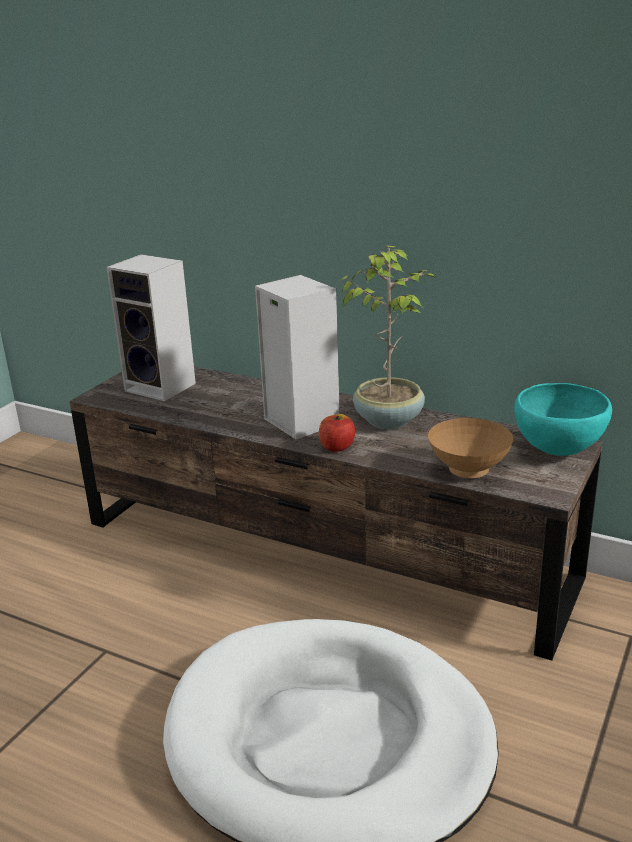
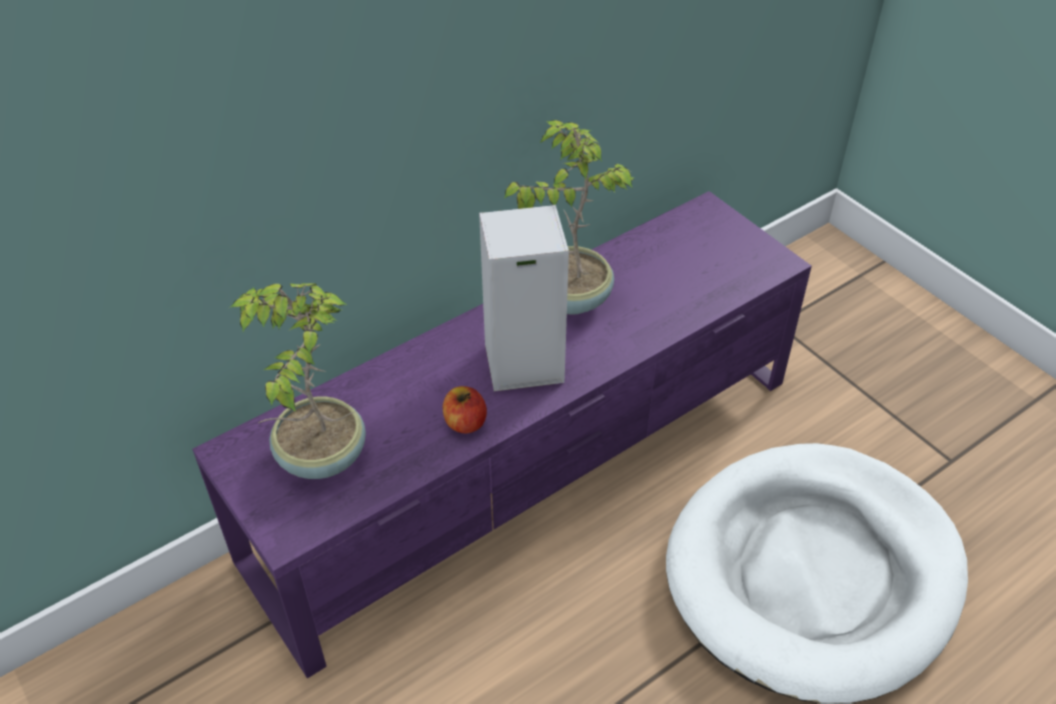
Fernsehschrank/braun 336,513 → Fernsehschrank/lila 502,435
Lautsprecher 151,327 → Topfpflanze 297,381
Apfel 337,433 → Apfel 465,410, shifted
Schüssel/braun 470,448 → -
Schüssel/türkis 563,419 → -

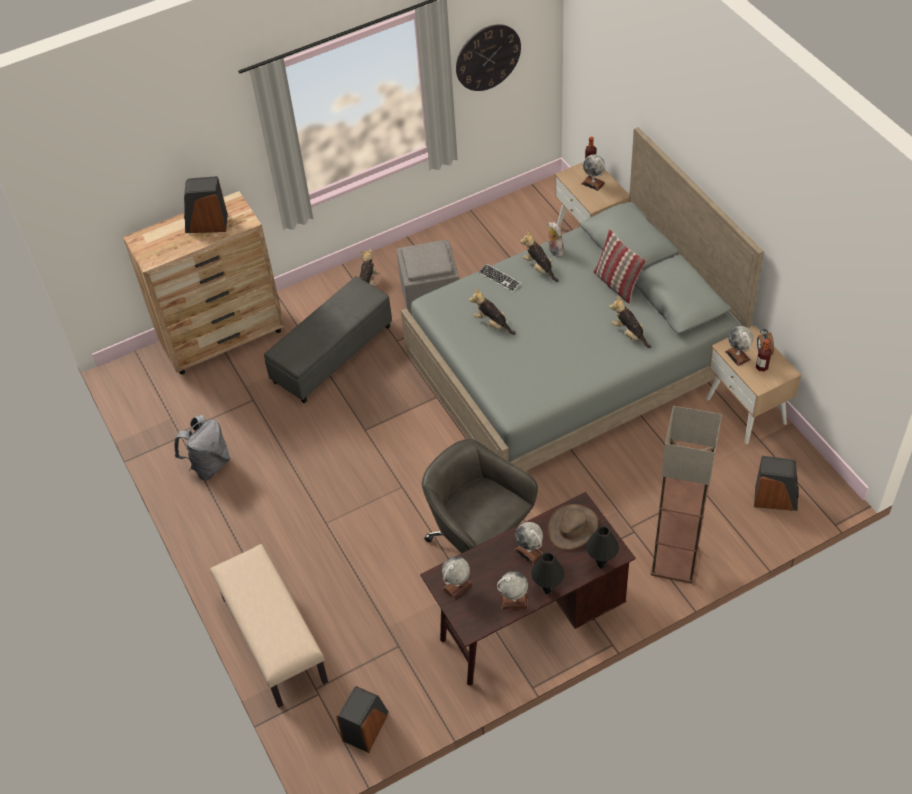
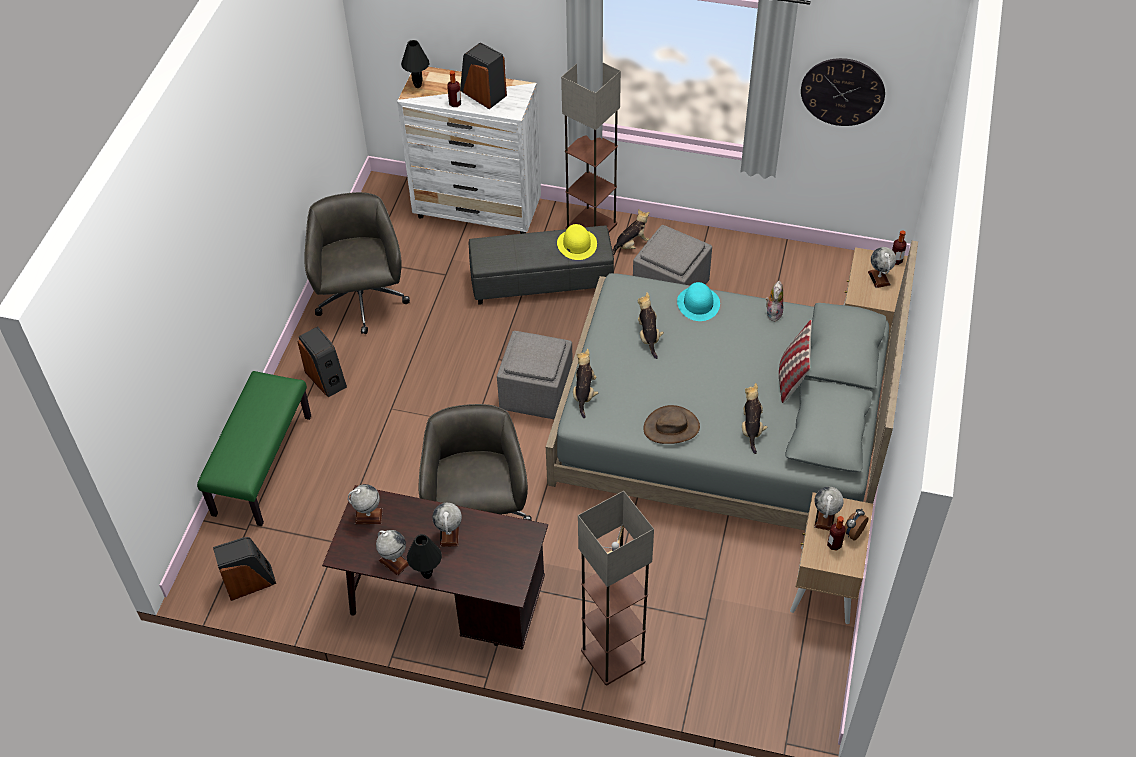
Bank/beige 269,626 → Bank/grün 254,448
Lautsprecher 776,483 → Lautsprecher 322,361, shifted
Rucksack/grau 202,447 → Bürostuhl/grau 357,263
Kommode/braun 204,282 → Kommode/weiß 469,150
Tischlampe/schwarz 602,547 → Tischlampe/schwarz 415,64, shifted
- → Flasche 454,89
- → Polsterhocker/grau 535,375
- → Hut/gelb 577,242
- → Stehlampe 591,147
Plüschtier 539,256 → Plüschtier 585,383, shifted
Hut/braun 573,527 → Hut/braun 671,424, shifted
Tastatur 499,278 → Hut/türkis 698,301

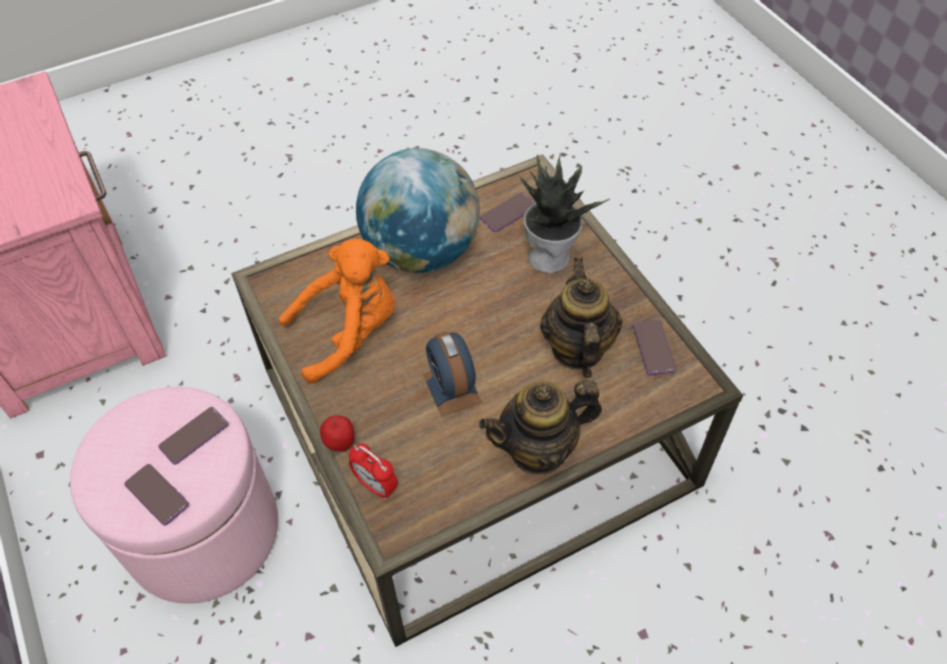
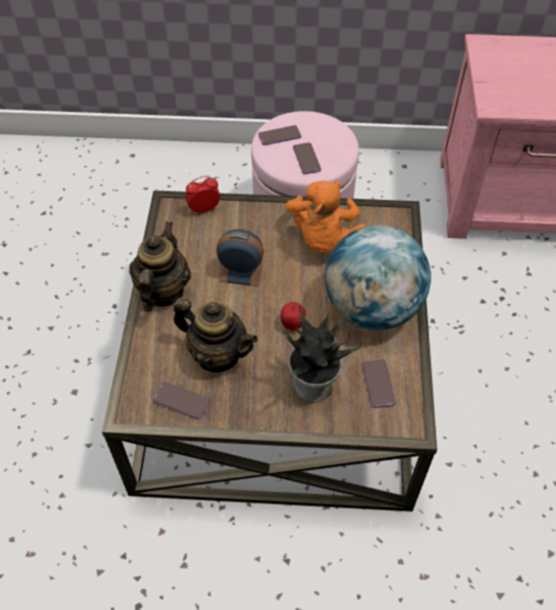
Apfel 337,433 → Apfel 293,316, shifted

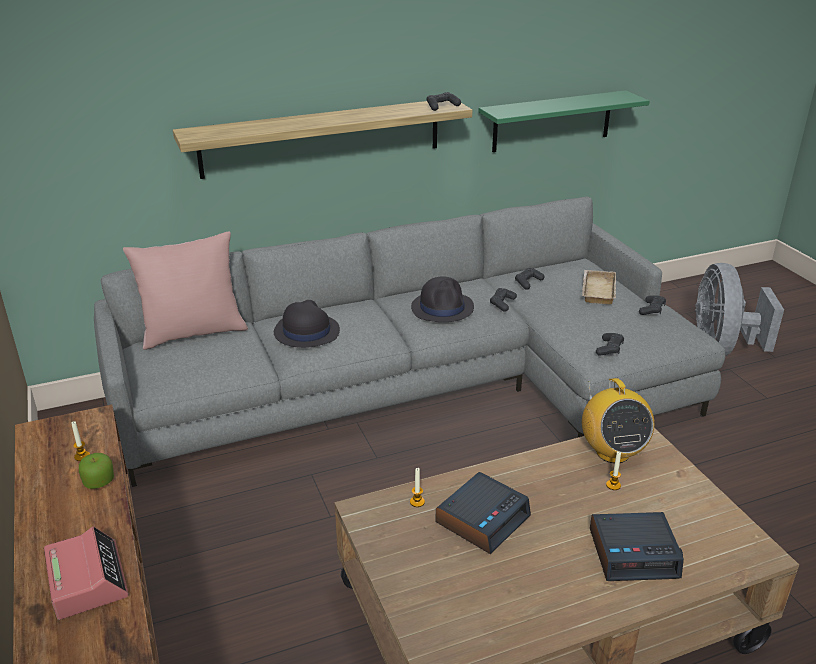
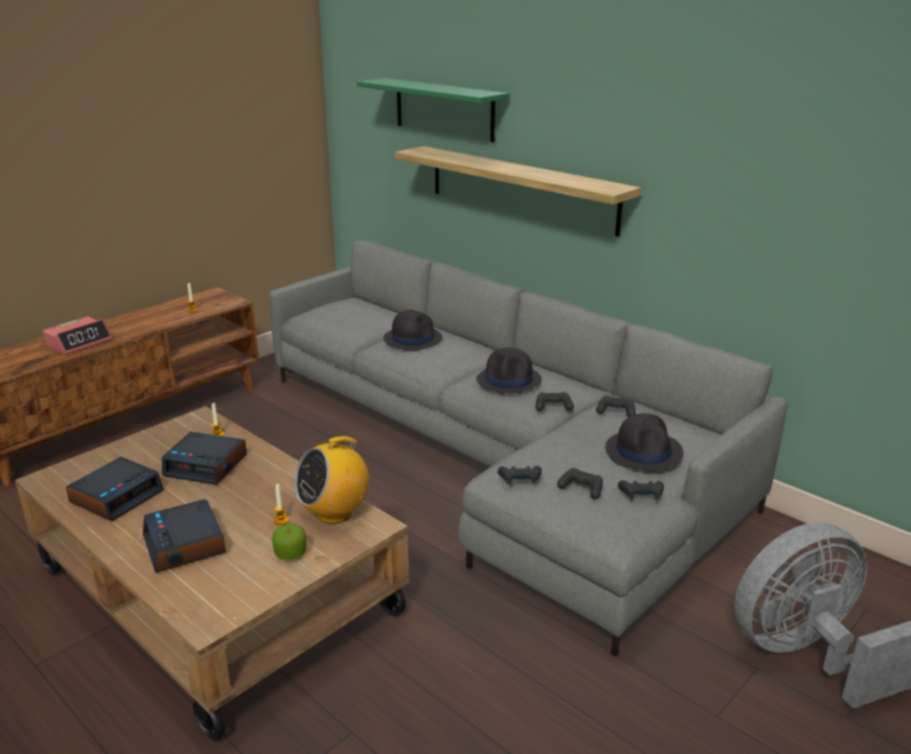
- → Wecker 115,489
Apfel 96,471 → Apfel 289,541, shifted
Wandregal/grün 563,121 → Wandregal/grün 433,110, shifted
Gamepad/schwarz 444,101 → Gamepad/schwarz 580,483, shifted
Tablett/beige 599,287 → Hut/schwarz 644,441
Kissen/rosa 185,291 → -

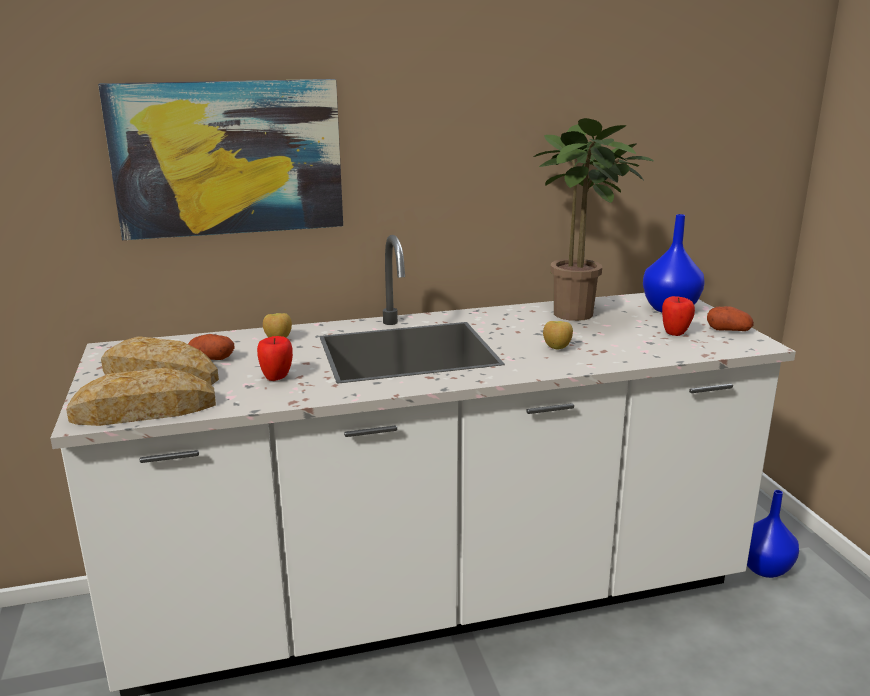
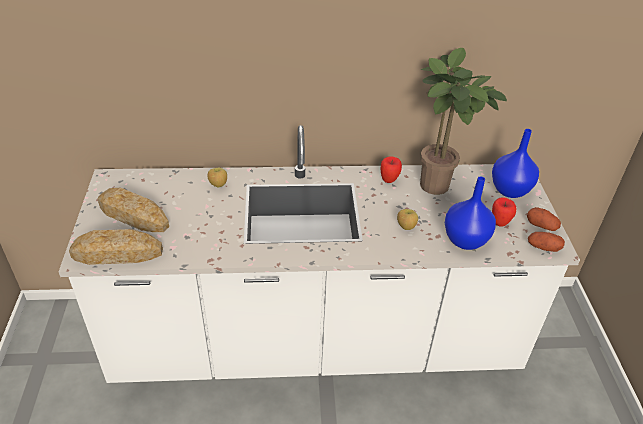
Apfel 275,358 → Apfel 391,169, shifted
Vase/blau 773,534 → Vase/blau 470,213, shifted
Kartoffel 211,347 → Kartoffel 546,242, shifted
Bild 220,159 → -

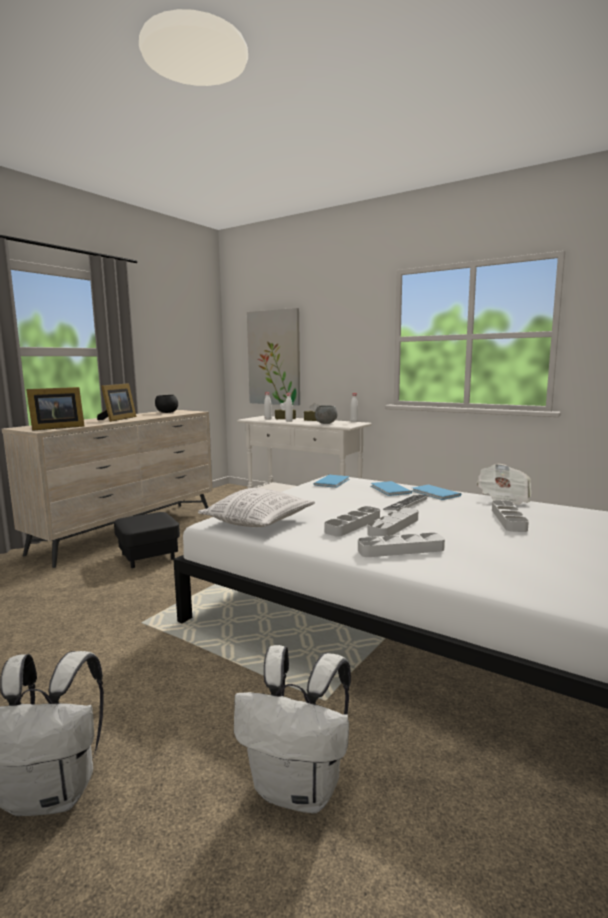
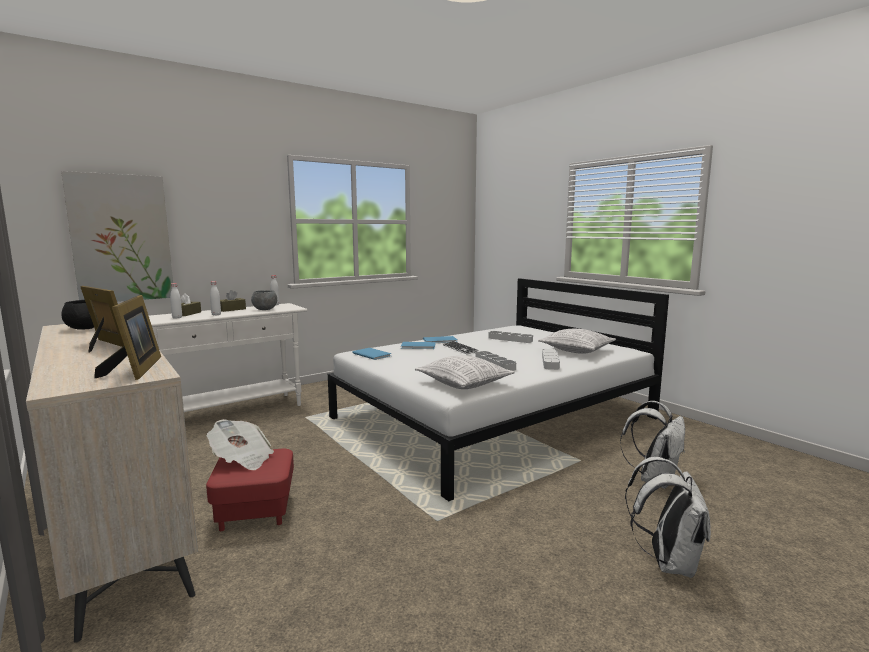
Polsterhocker/schwarz 147,540 → Polsterhocker/rot 250,490
Zeitung 504,484 → Zeitung 240,444, shifted
- → Kissen 577,341
Tablett/grau 393,522 → -

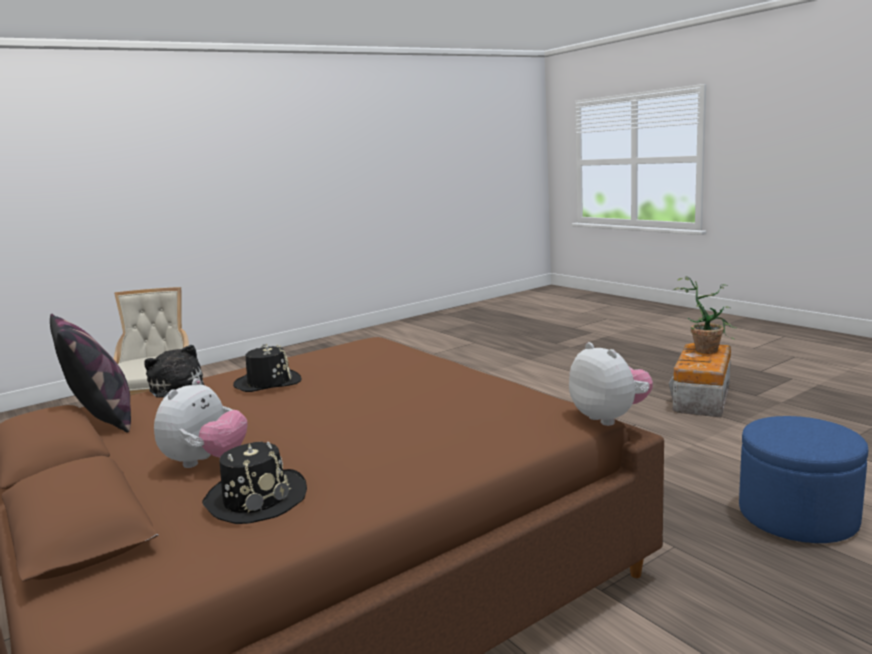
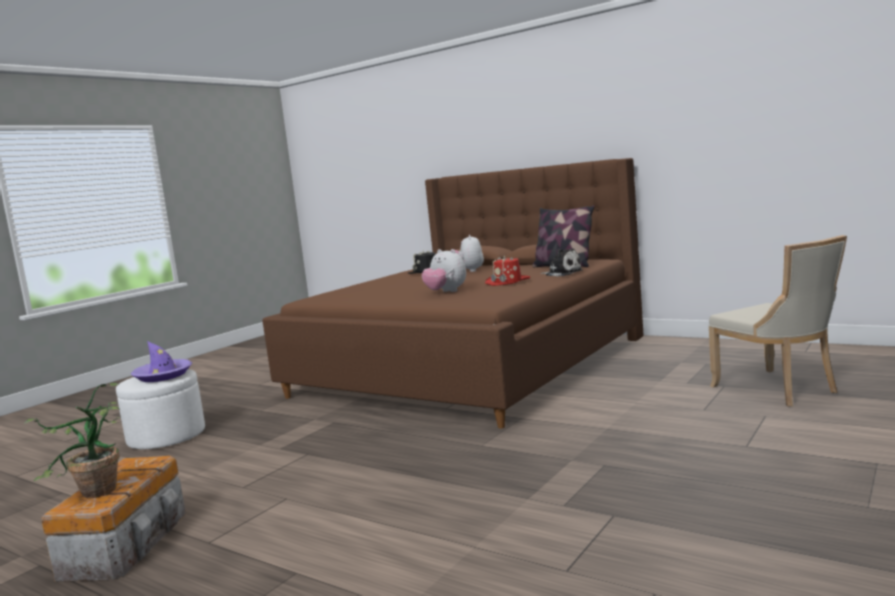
Polsterhocker/blau 803,479 → Polsterhocker/weiß 160,409
- → Hut/lila 161,361
Plüschtier 611,384 → Plüschtier 444,270, shifted
Hut/schwarz 267,367 → Hut/rot 507,271

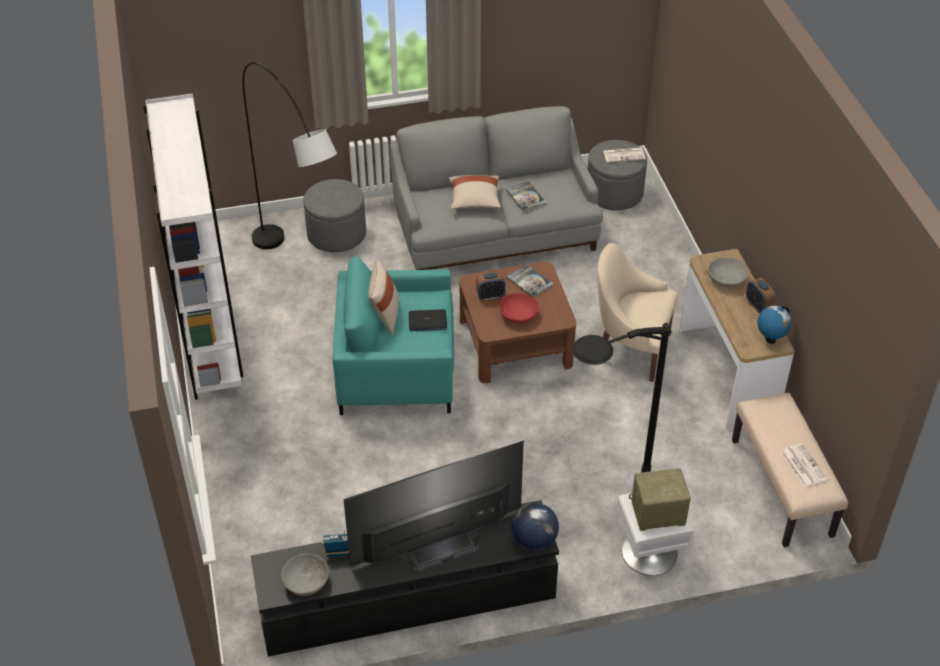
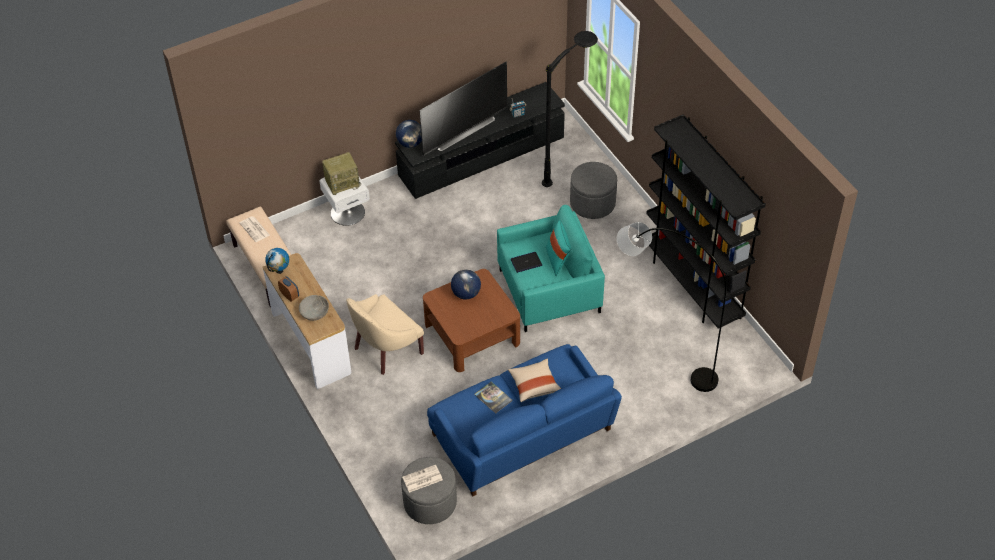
Sessel/beige 637,312 → Sessel/beige 385,334, 135 degrees clockwise
Sofa/grau 496,188 → Sofa/blau 524,420
Schüssel/rot 519,308 → Globus 466,284
Stehlampe/schwarz 621,397 → Stehlampe/schwarz 570,109, shifted
Kissen/beige 383,297 → Kissen/türkis 558,248
Polsterhocker/grau 334,215 → Polsterhocker/grau 593,190, shifted
Bücherregal/weiß 193,247 → Bücherregal/schwarz 706,221
Schüssel/grau 305,575 → -
Wecker 490,286 → -
Buch 530,281 → -

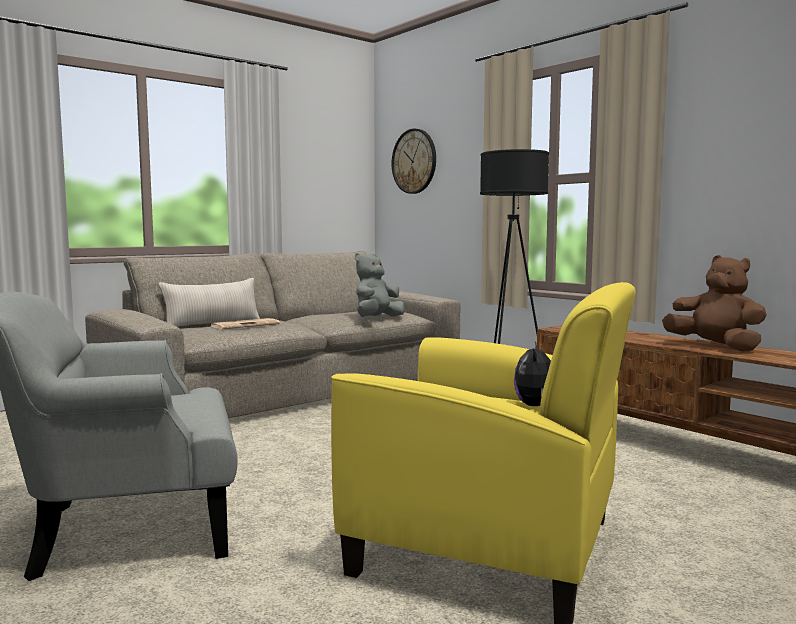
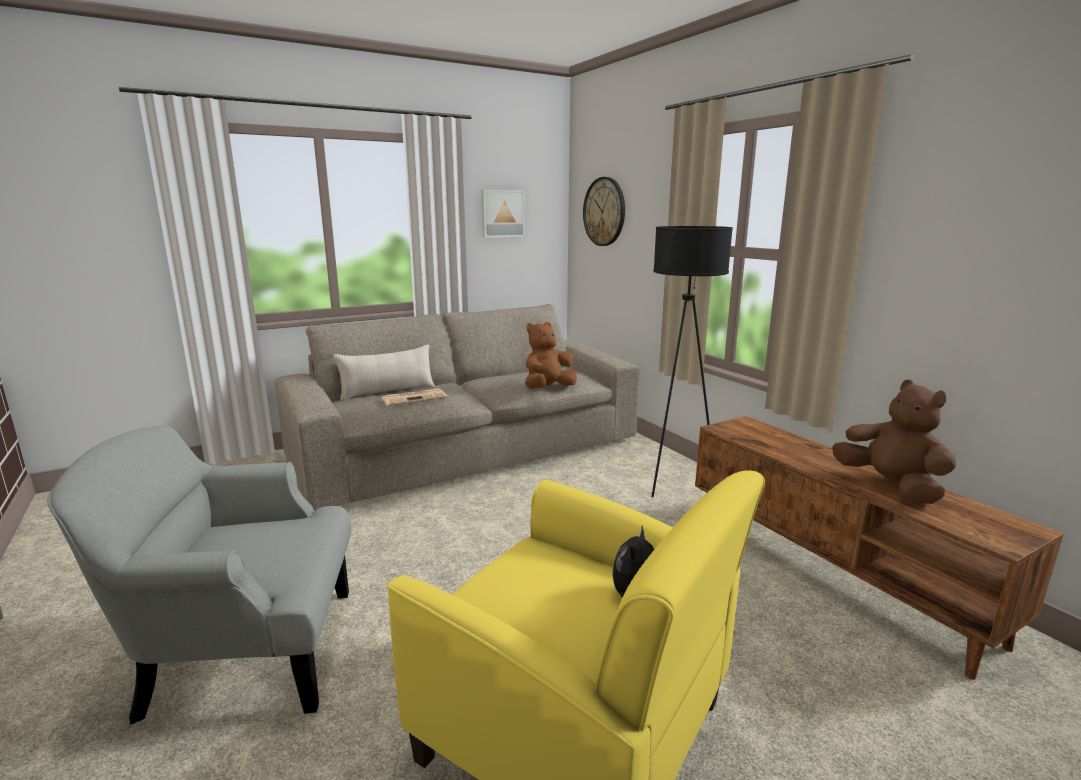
- → Bild 503,214
Plüschtier/grau 380,285 → Plüschtier/braun 551,355

